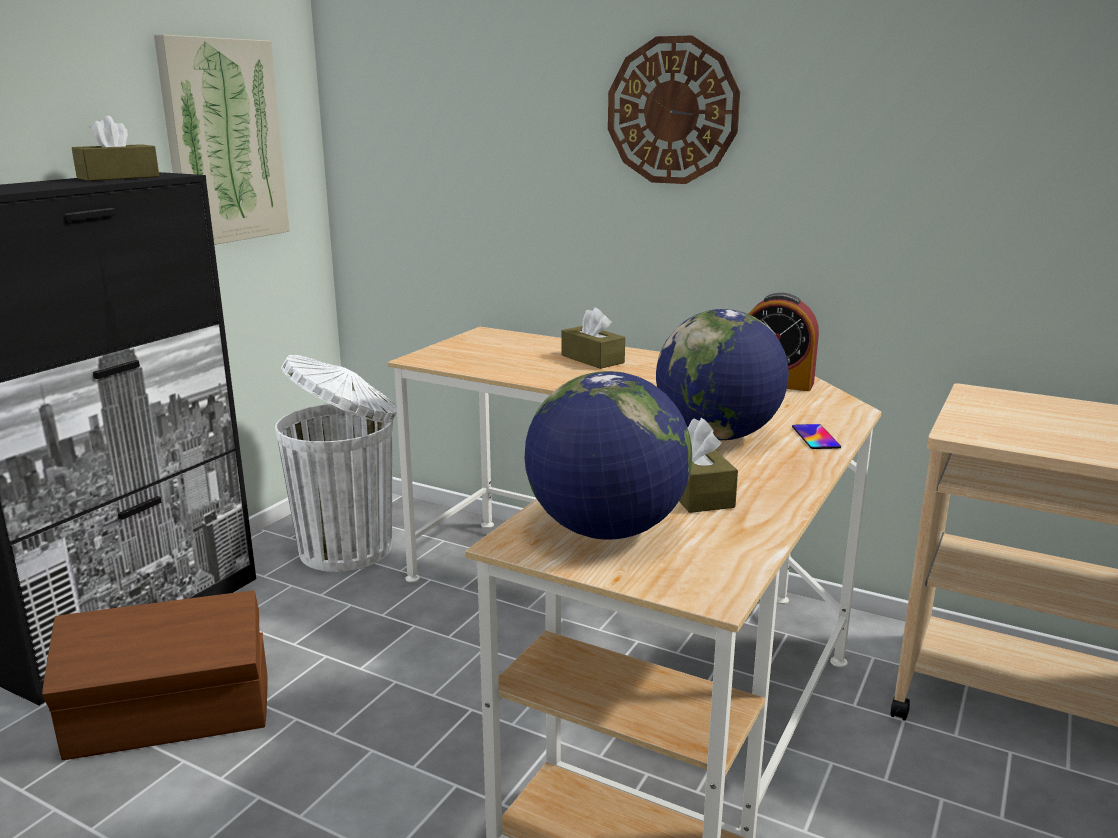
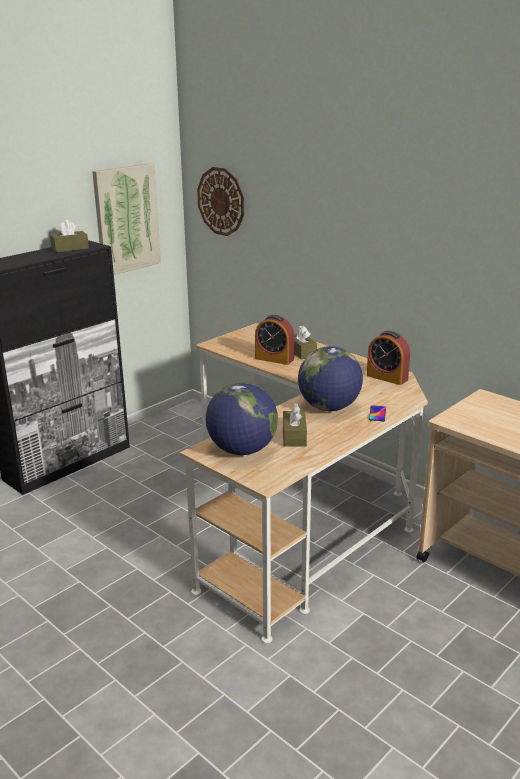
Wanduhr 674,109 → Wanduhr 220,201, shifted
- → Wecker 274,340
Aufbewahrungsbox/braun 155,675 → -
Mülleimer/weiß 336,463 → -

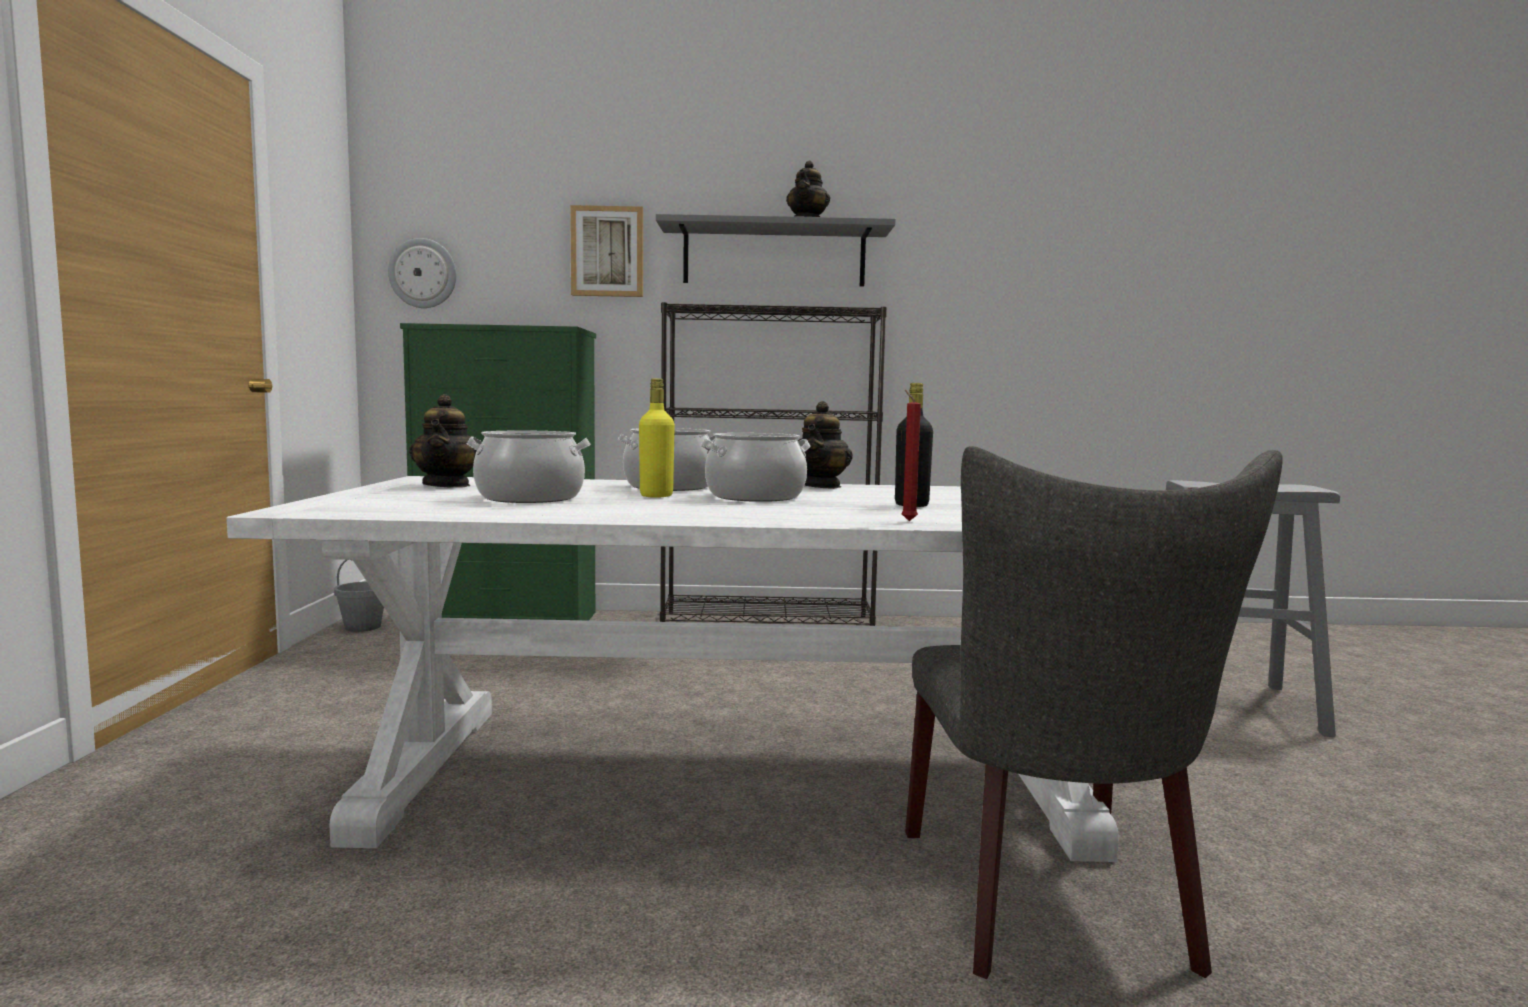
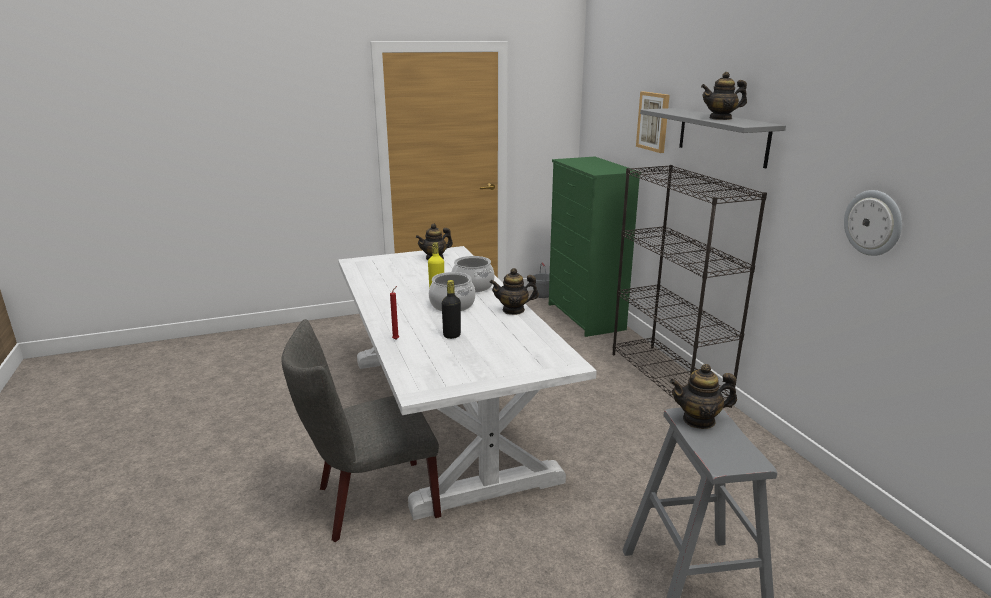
- → Teekanne 703,396
Wanduhr 422,273 → Wanduhr 873,223, shifted
Kochtopf 529,467 → -

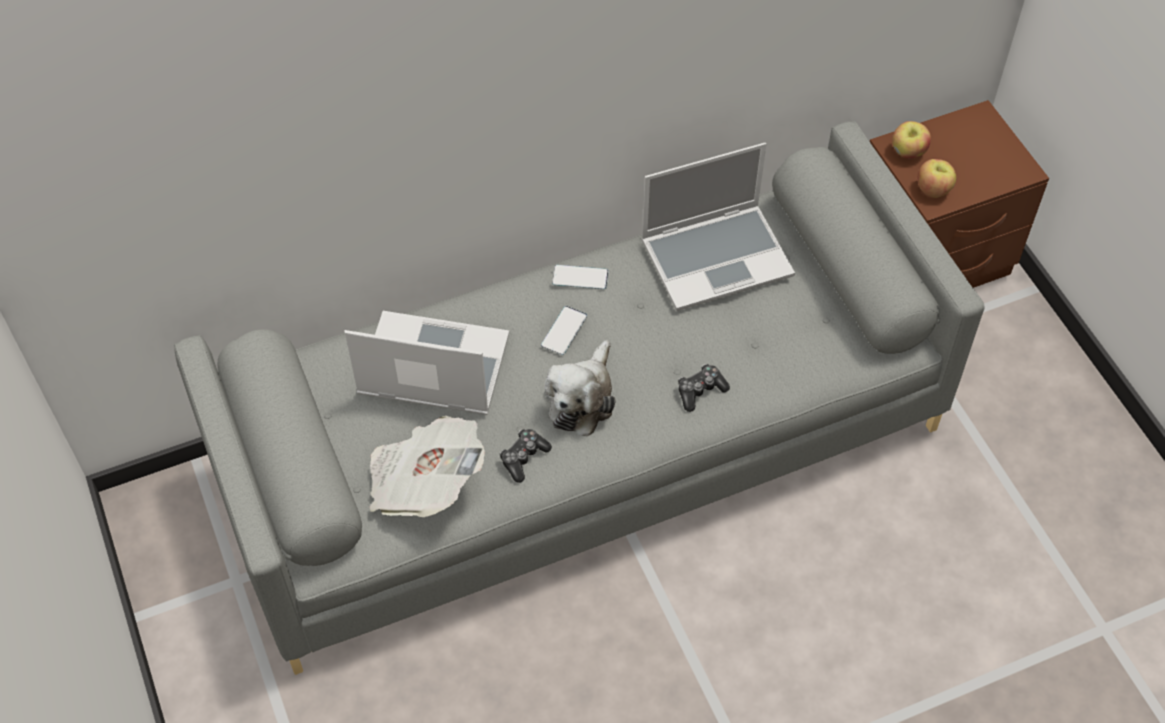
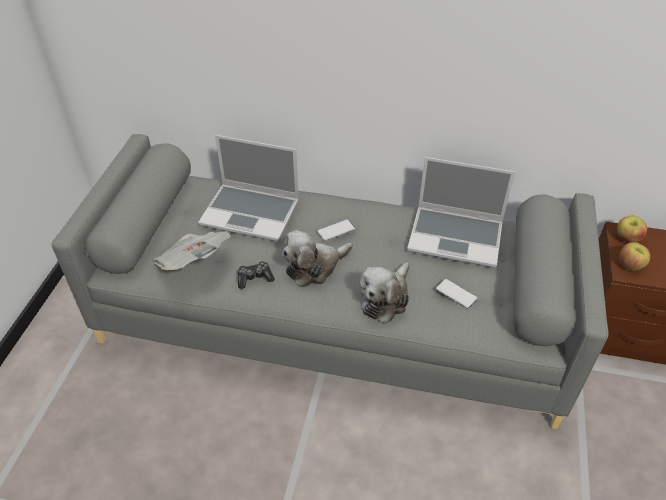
Laptop 427,363 → Laptop 248,188, 150 degrees clockwise
Gamepad 704,388 → Plüschtier 385,293
Handy 580,277 → Handy 457,294, shifted

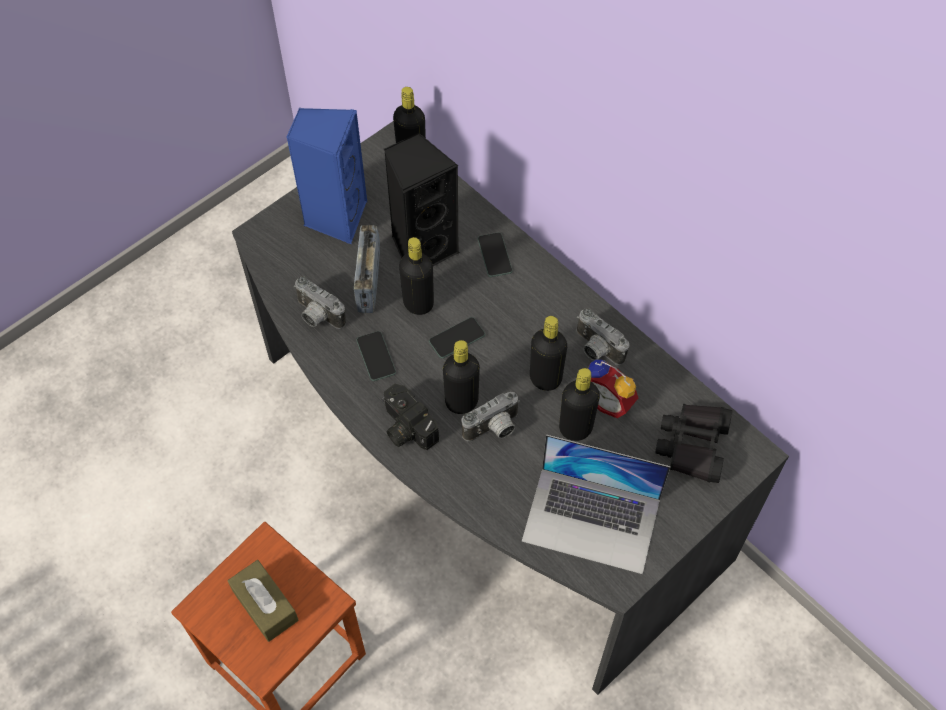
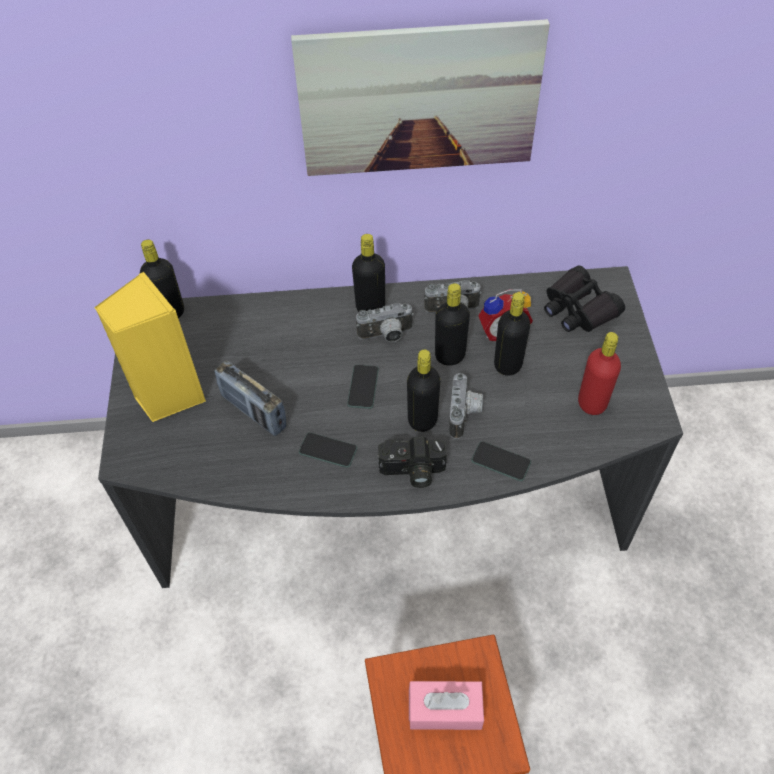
Lautsprecher/blau 326,176 → Lautsprecher/gelb 150,347
- → Bild 420,97
Flasche/schwarz 416,276 → Flasche/schwarz 368,273, shifted
Kamera 320,302 → Kamera 385,322, shifted
Taschentuchbox/braun 263,601 → Taschentuchbox/rosa 446,705
Handy 495,254 → Handy 501,461, shifted
Laptop 596,504 → Flasche/rot 599,373
Lautsprecher/schwarz 422,199 → -

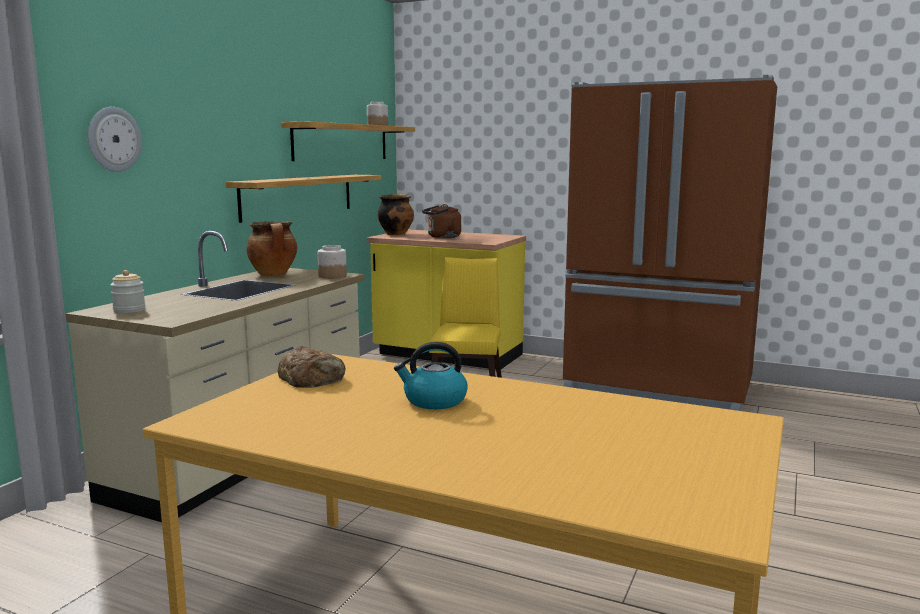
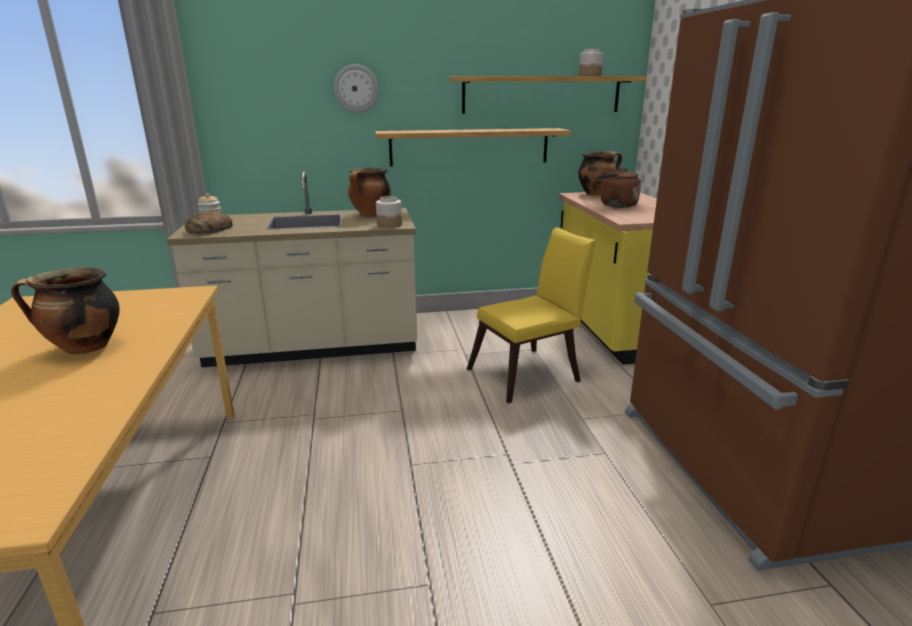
Wasserkessel 431,375 → Kochtopf 65,310
Brot 312,367 → Brot 209,222, shifted
Wanduhr 115,139 → Wanduhr 356,88, shifted

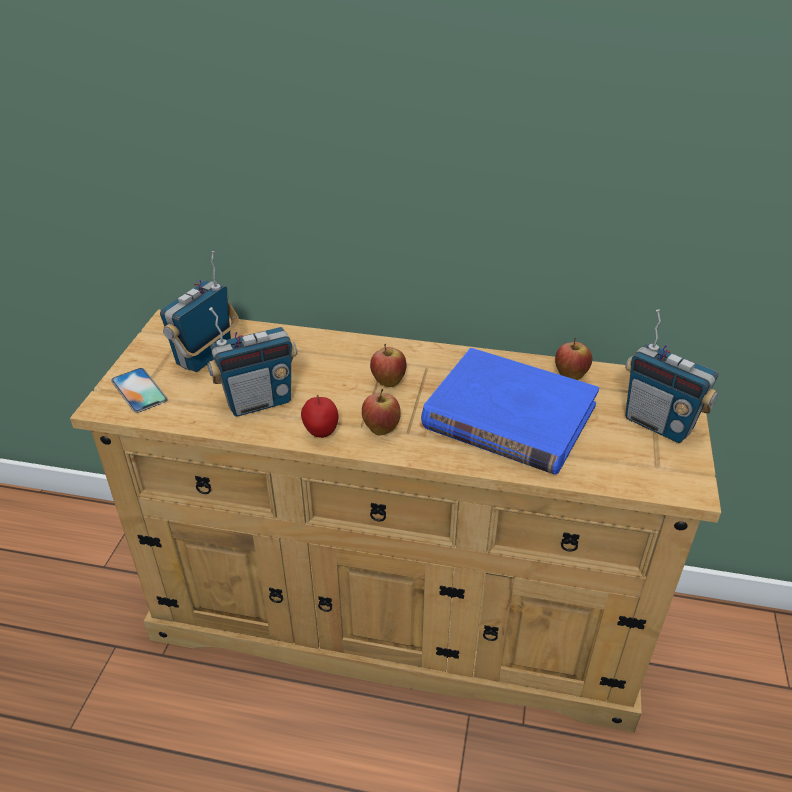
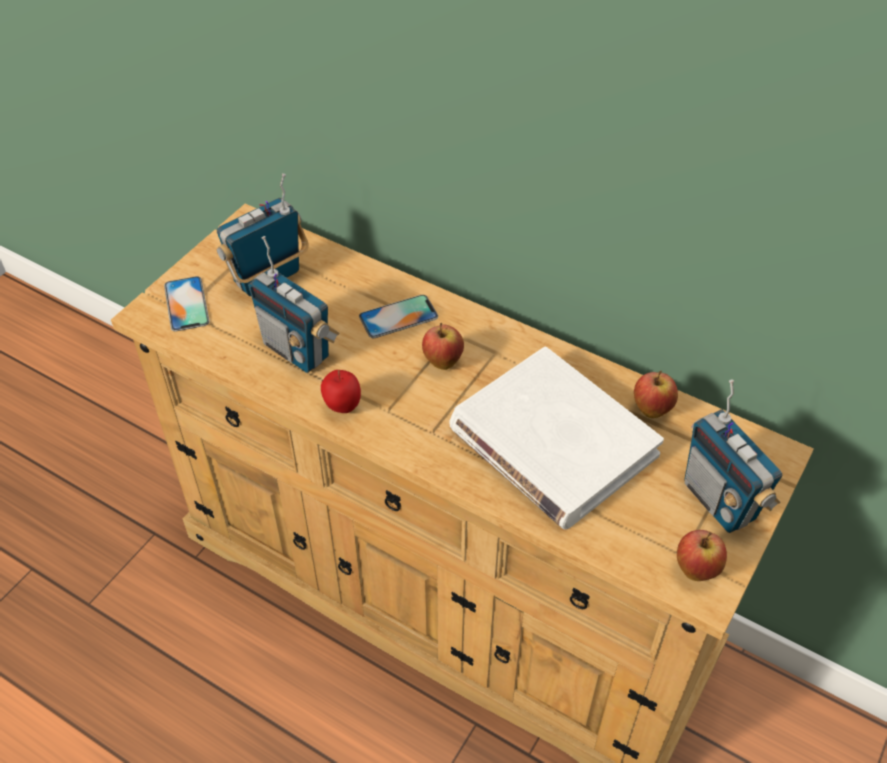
Radio 252,362 → Radio 294,304, 45 degrees clockwise
- → Handy 398,316
Buch/blau 510,411 → Buch/weiß 556,438
Apfel 381,412 → Apfel 702,555, shifted

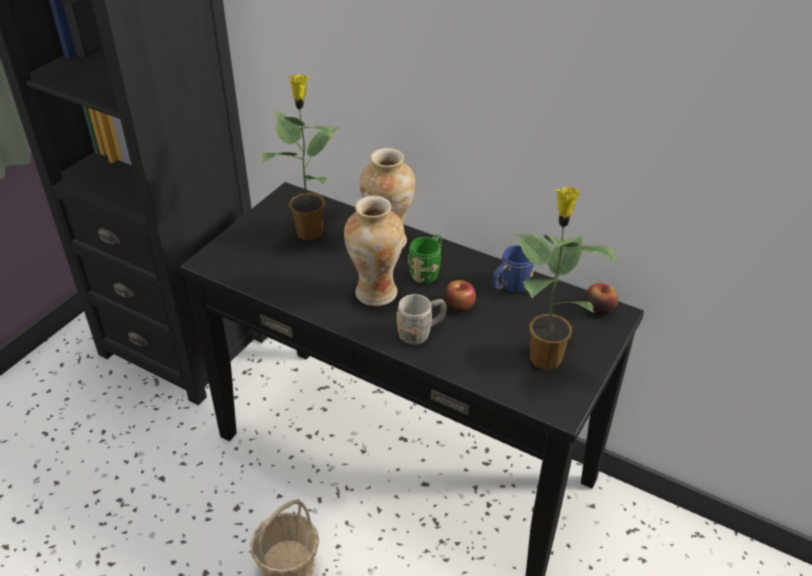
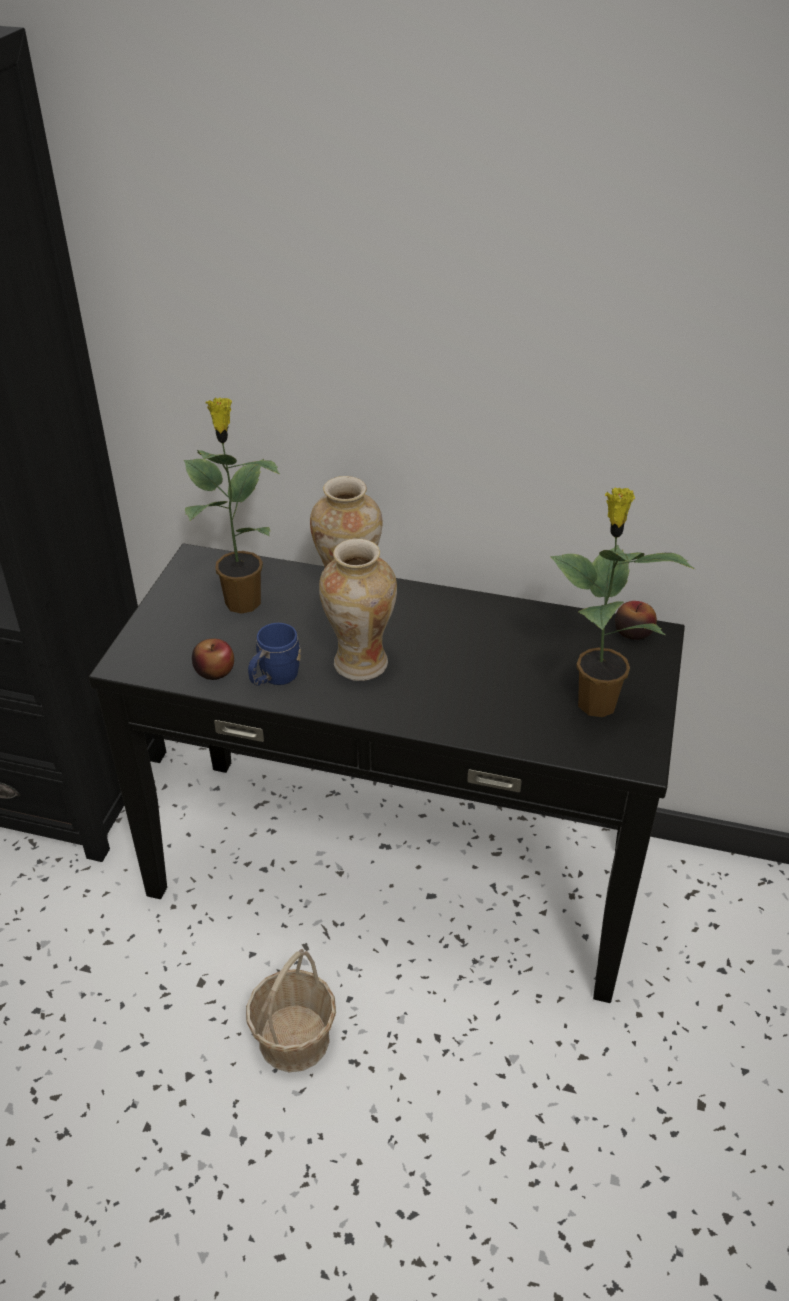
Apfel 459,296 → Apfel 213,659, shifted
Henkelbecher/blau 513,269 → Henkelbecher/blau 274,654, shifted
Henkelbecher/grau 421,319 → -
Henkelbecher/grün 425,259 → -

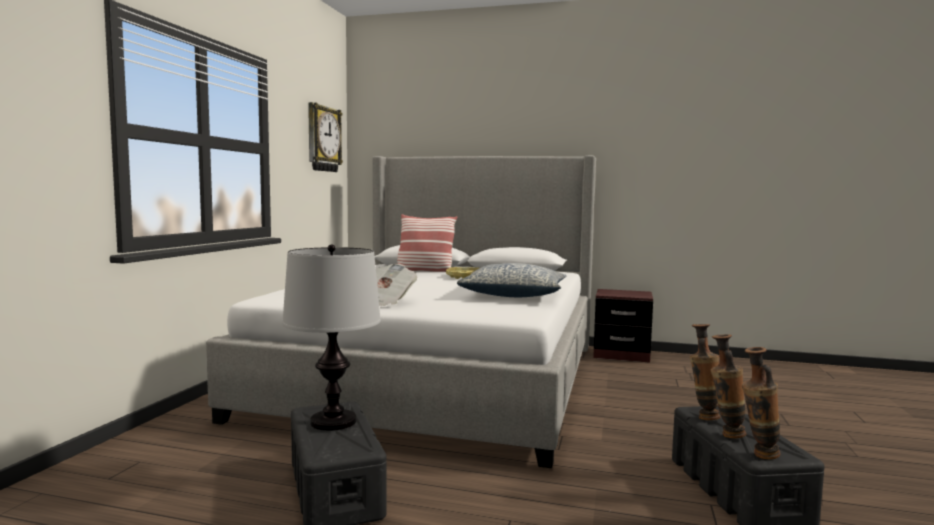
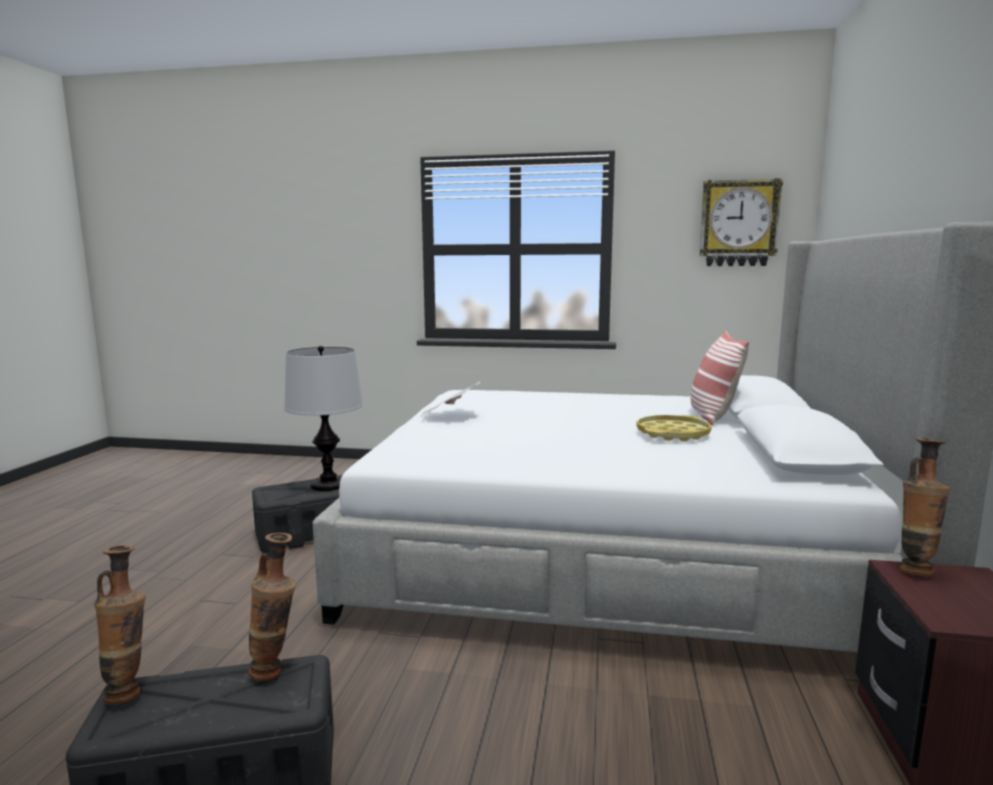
Vase 728,386 → Vase 925,507, shifted
Kissen 512,280 → -

